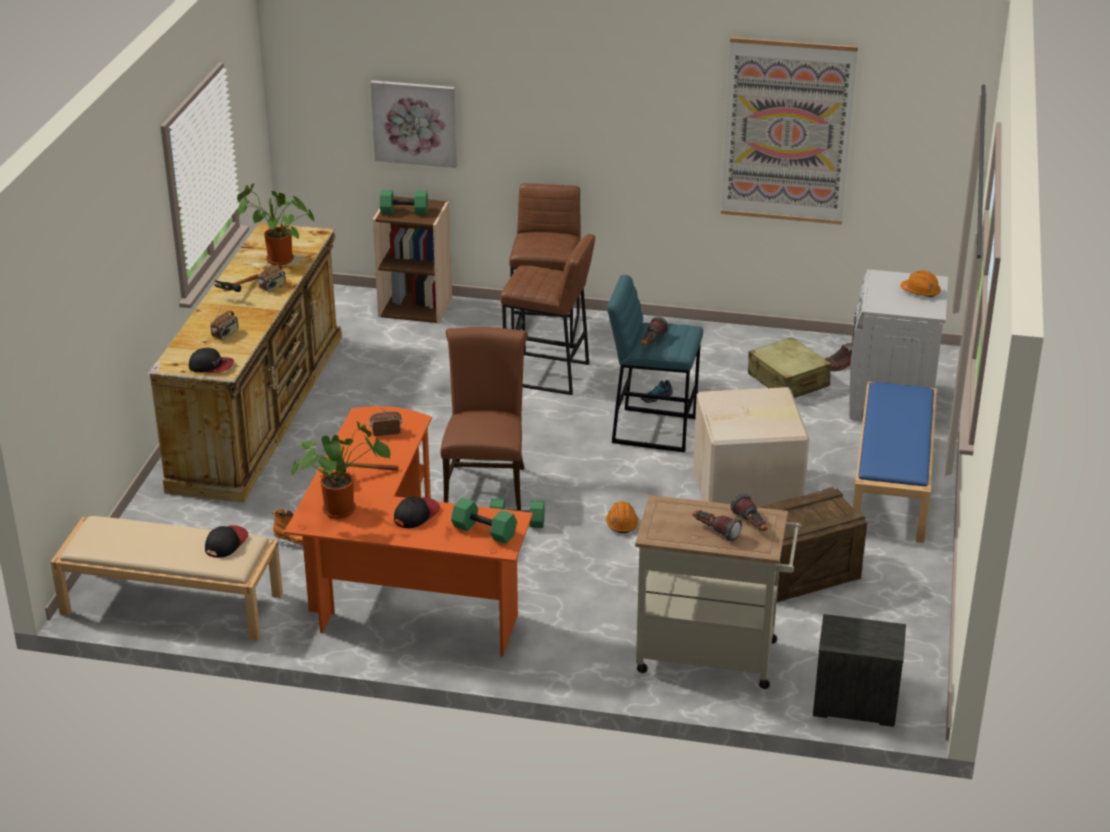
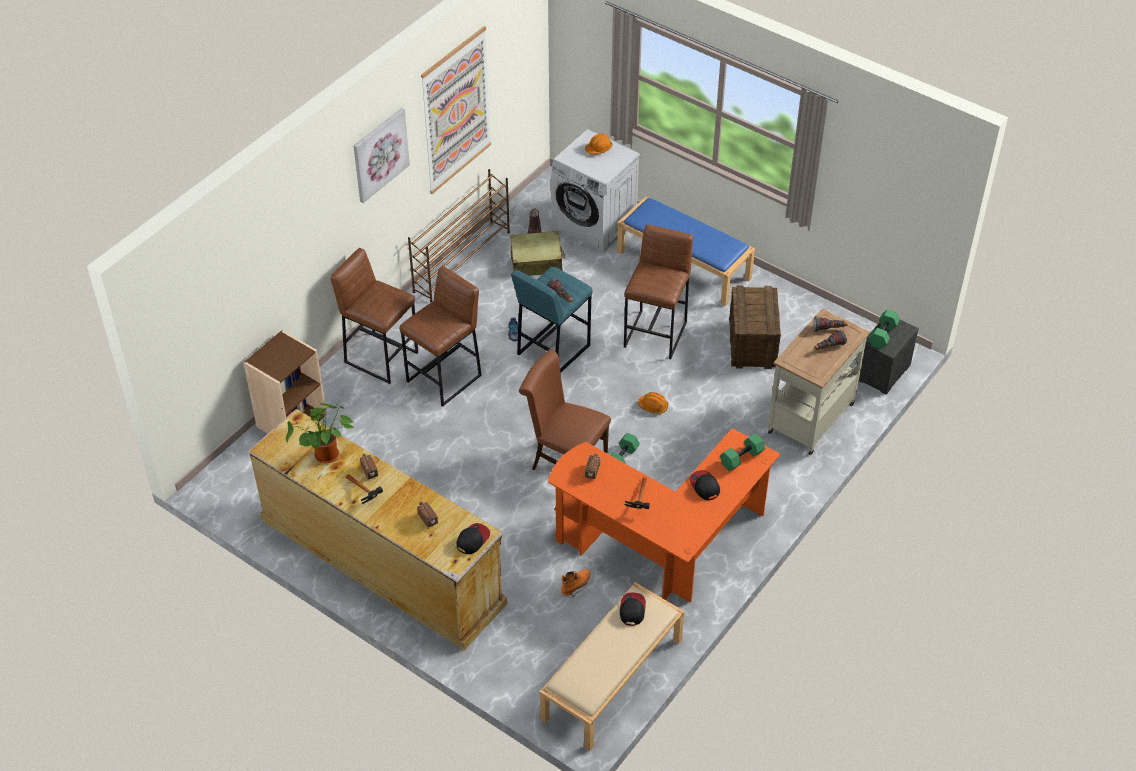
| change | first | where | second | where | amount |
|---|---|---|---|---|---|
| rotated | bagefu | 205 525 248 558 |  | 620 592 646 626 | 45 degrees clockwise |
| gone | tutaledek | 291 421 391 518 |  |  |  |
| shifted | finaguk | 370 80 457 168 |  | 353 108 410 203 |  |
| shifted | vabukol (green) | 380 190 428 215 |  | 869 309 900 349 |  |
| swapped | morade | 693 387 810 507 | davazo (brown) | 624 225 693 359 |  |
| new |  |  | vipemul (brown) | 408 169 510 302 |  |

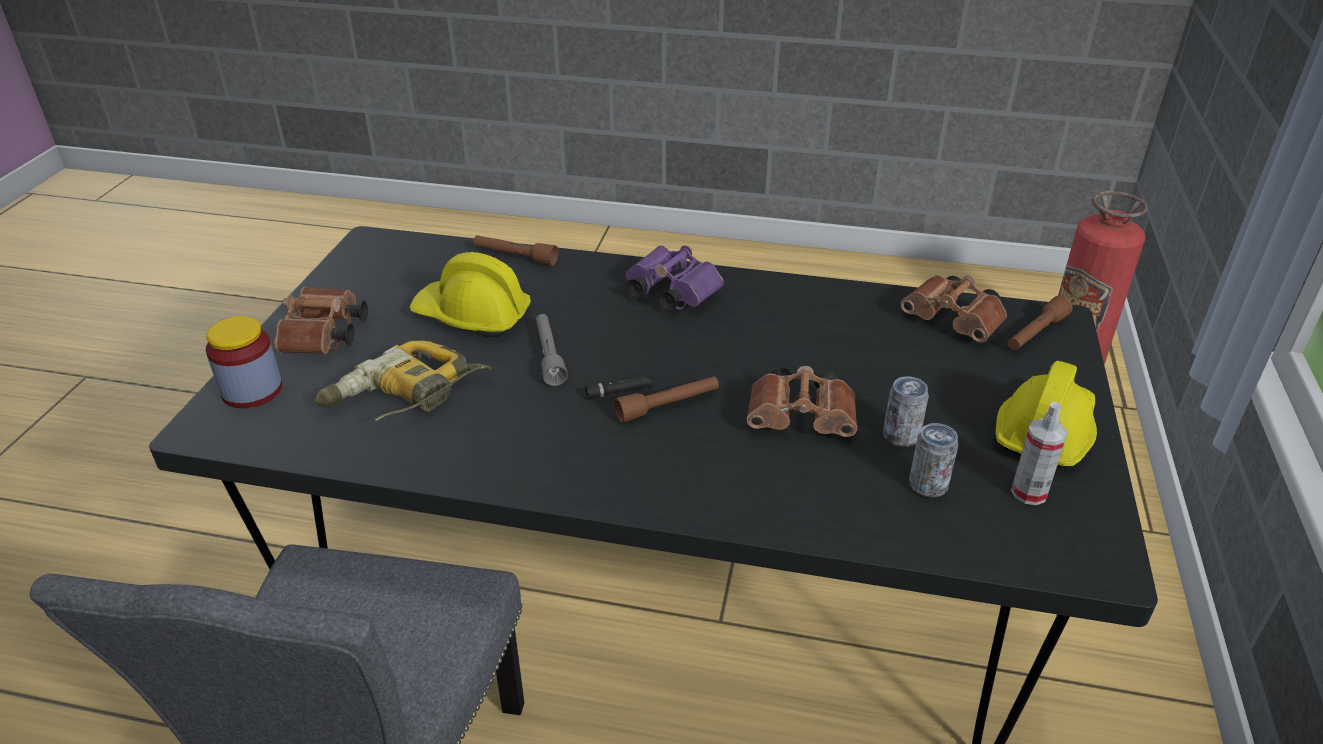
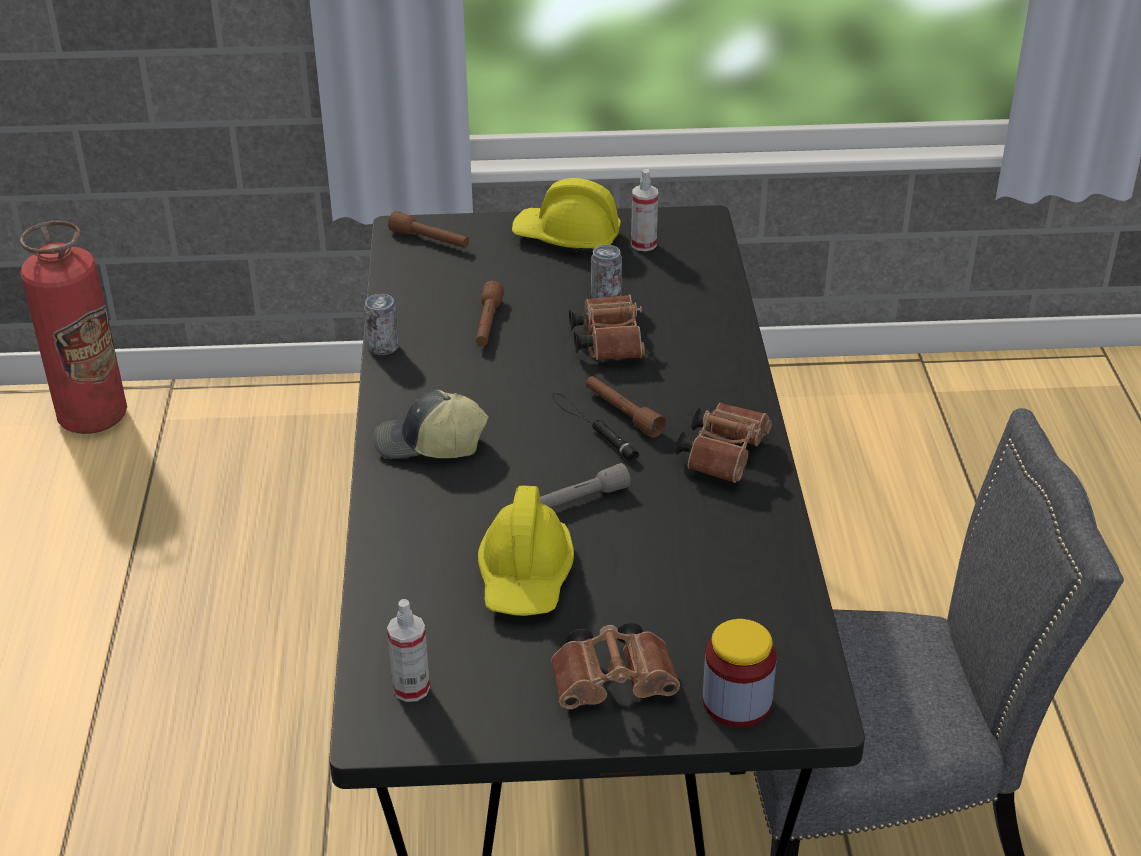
| change | first | where | second | where | amount |
|---|---|---|---|---|---|
| gone | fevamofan | 315 340 492 421 |  |  |  |
| shifted | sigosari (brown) | 474 235 558 266 |  | 476 281 504 346 |  |
| swapped | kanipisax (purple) | 626 245 724 311 | bagefu | 373 390 489 459 |  |
| shifted | kanipisax (brown) | 900 275 1007 343 |  | 675 403 772 483 |  |
| shifted | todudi | 909 423 958 497 |  | 364 294 399 355 |  |
| new |  |  | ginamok | 387 599 430 702 |  |

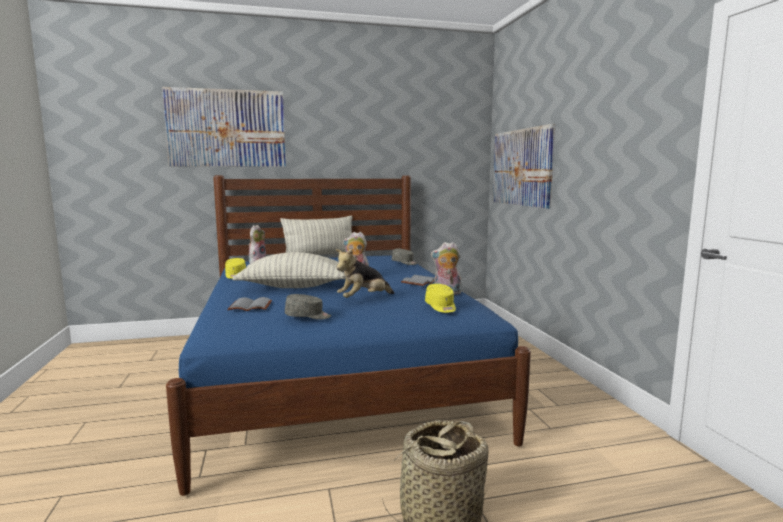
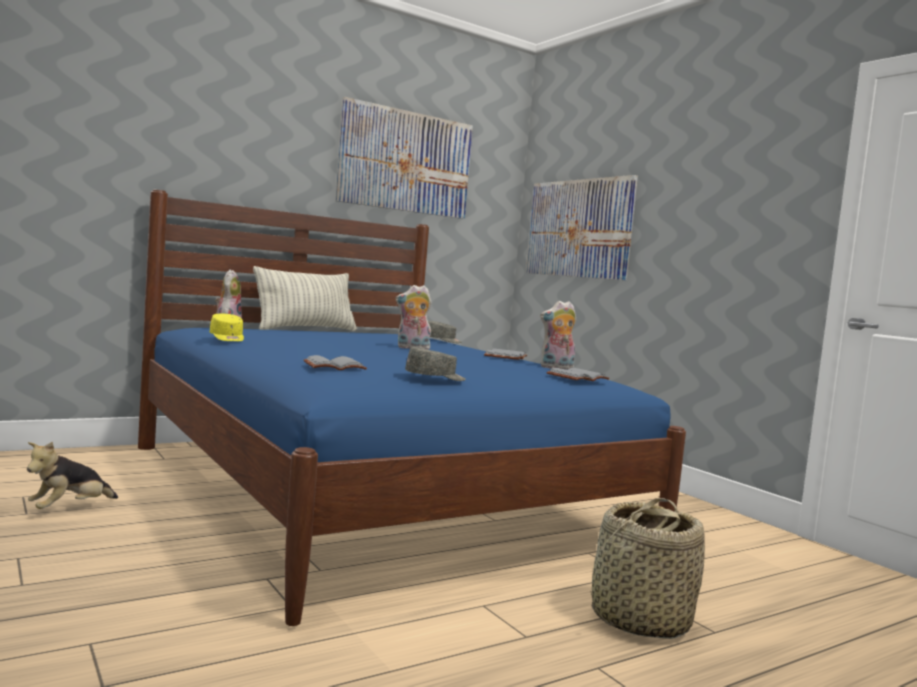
| change | first | where | second | where | amount |
|---|---|---|---|---|---|
| shifted | finaguk | 162 87 286 167 |  | 335 97 473 219 |  |
| gone | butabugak | 232 252 346 288 |  |  |  |
| shifted | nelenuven | 336 248 394 298 |  | 27 442 118 509 |  |
| swapped | bagefu (yellow) | 425 284 456 313 | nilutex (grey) | 546 368 609 381 |  |

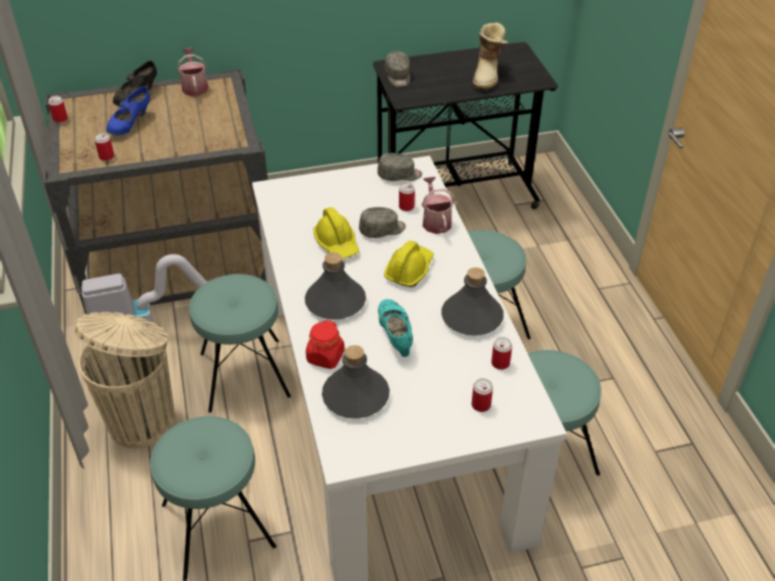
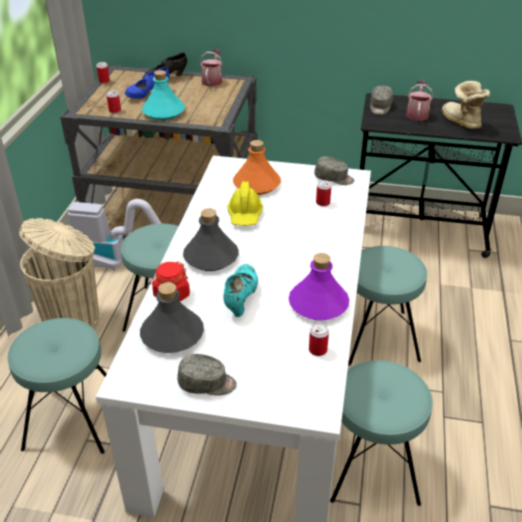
| change | first | where | second | where | amount |
|---|---|---|---|---|---|
| shifted | bagefu (grey) | 359 207 406 238 |  | 177 354 237 396 |  |
| gone | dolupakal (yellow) | 384 241 434 287 |  |  |  |
| shifted | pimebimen | 422 177 455 234 |  | 406 80 433 121 |  |
| repainted | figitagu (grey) | 441 267 504 336 | figitagu (purple) | 289 253 349 320 |  |
| gone | todudi | 472 378 493 412 |  |  |  |
| rotated | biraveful | 473 22 508 91 |  | 442 81 490 129 | 120 degrees clockwise |
| new |  |  | figitagu (turquoise) | 142 70 185 120 |  |
| new |  |  | figitagu (orange) | 233 140 281 195 |  |

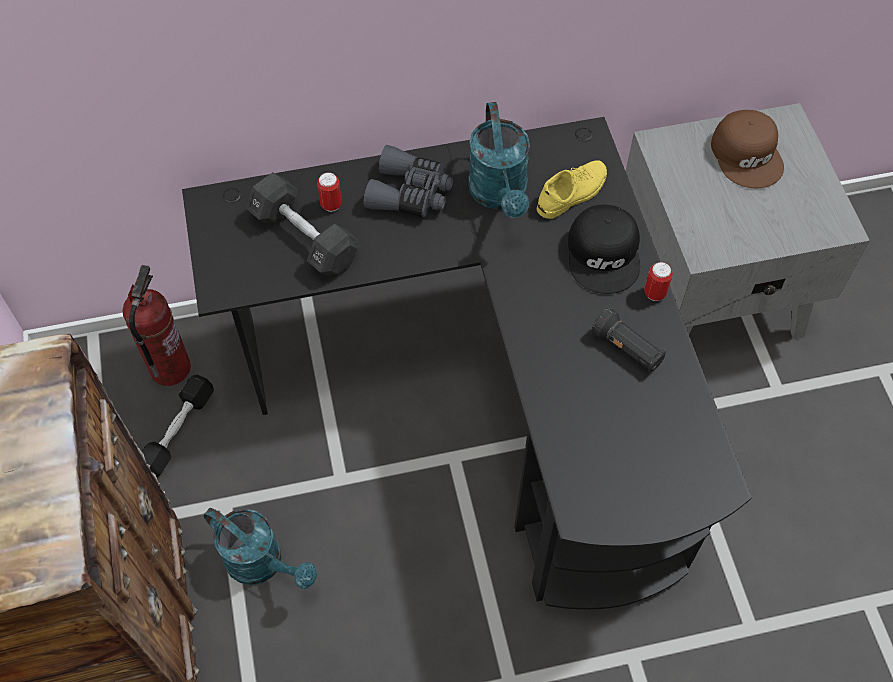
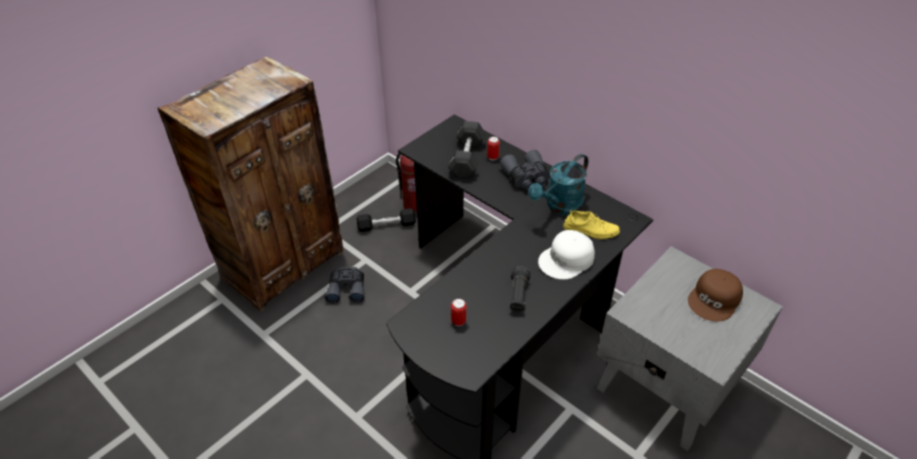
| change | first | where | second | where | amount |
|---|---|---|---|---|---|
| swapped | pimebimen (turquoise) | 203 508 317 589 | kanipisax (grey) | 325 267 365 303 |  |
| repainted | bagefu (black) | 568 204 640 294 | bagefu (white) | 538 230 595 279 |  |
| shifted | todudi | 644 262 673 301 |  | 451 298 466 326 |  |

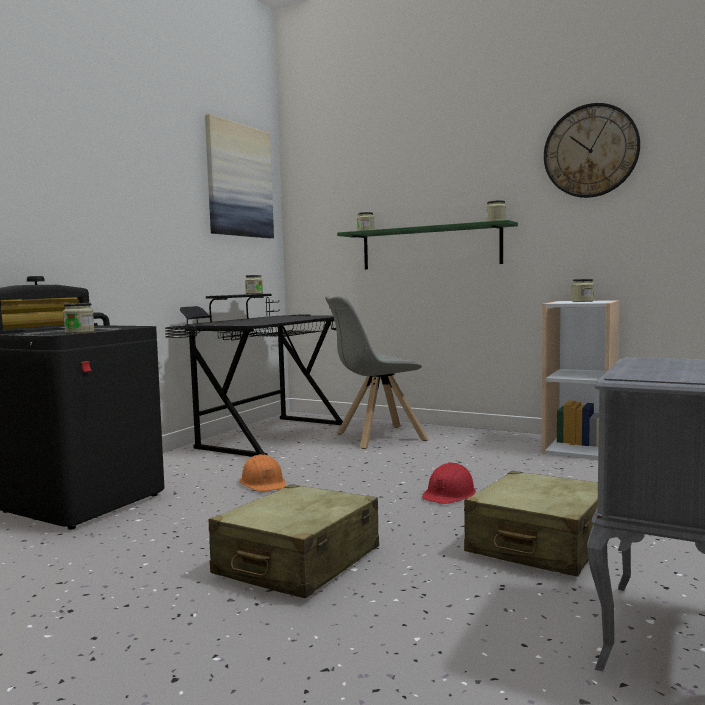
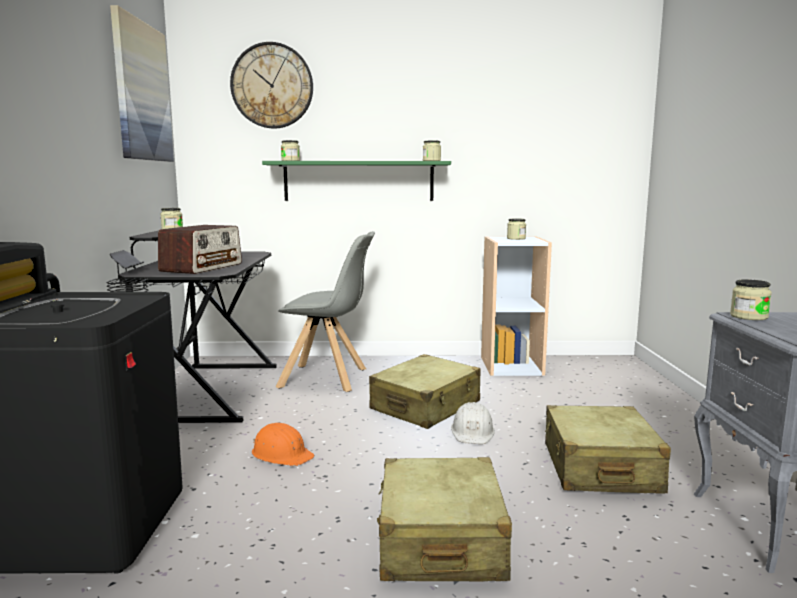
| change | first | where | second | where | amount |
|---|---|---|---|---|---|
| shifted | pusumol | 63 303 95 334 |  | 730 279 772 320 |  |
| rotated | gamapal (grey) | 325 296 428 449 |  | 276 231 375 392 | 120 degrees counterclockwise |
| repainted | dolupakal (red) | 422 462 476 504 | dolupakal (white) | 451 402 495 444 |  |
| shifted | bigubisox | 544 103 640 198 |  | 230 42 313 129 |  |
| new |  |  | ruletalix | 158 225 242 274 |  |
| new |  |  | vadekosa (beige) | 369 354 481 429 |  |

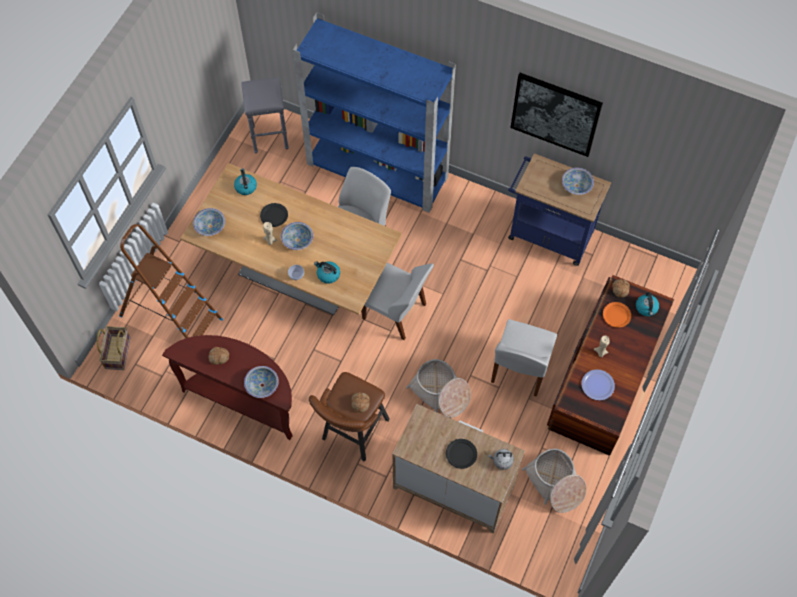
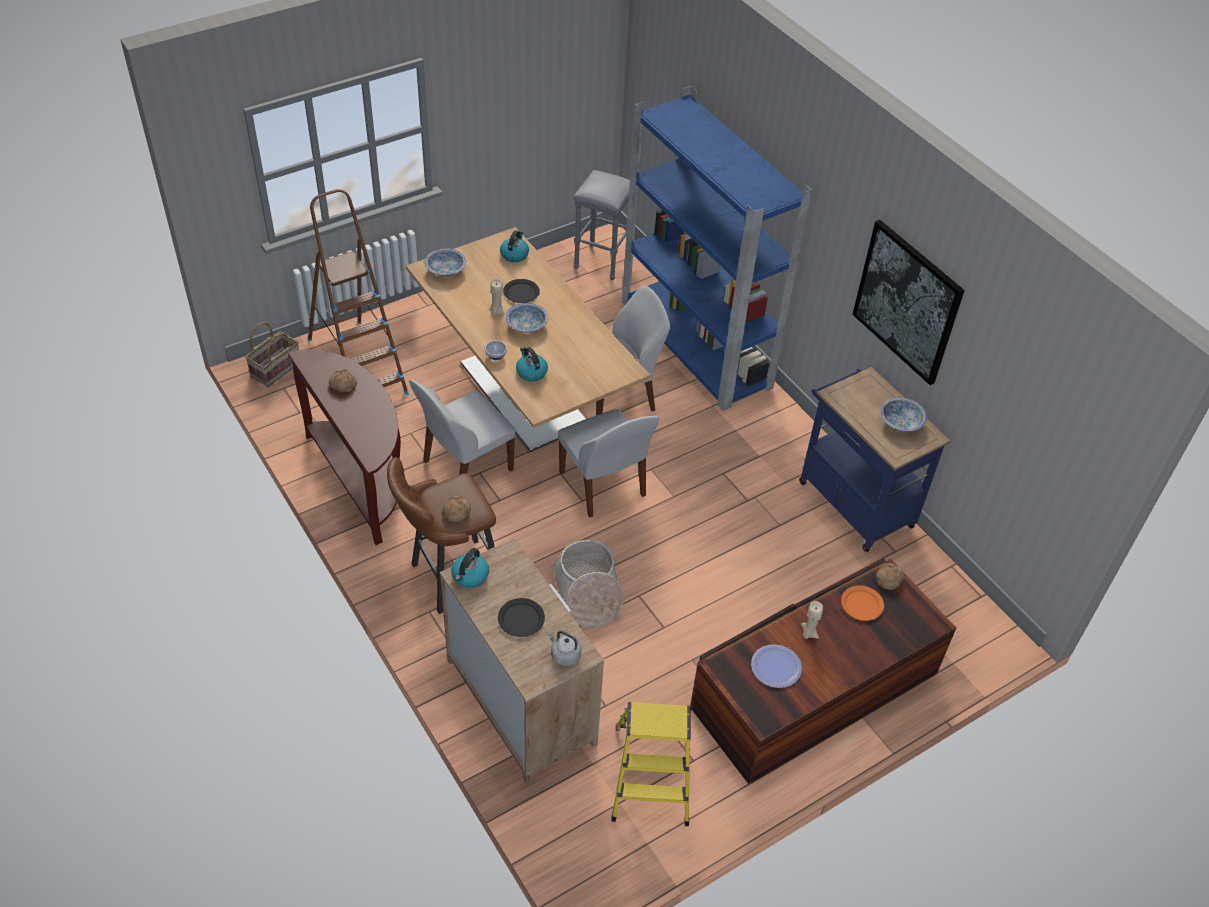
| change | first | where | second | where | amount |
|---|---|---|---|---|---|
| gone | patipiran | 244 366 279 398 |  |  |  |
| shifted | gamapal (white) | 491 319 557 397 |  | 409 380 515 475 |  |
| swapped | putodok | 522 449 587 513 | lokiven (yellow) | 611 702 691 826 |  |
| shifted | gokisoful | 636 292 659 316 |  | 451 548 489 588 |  |

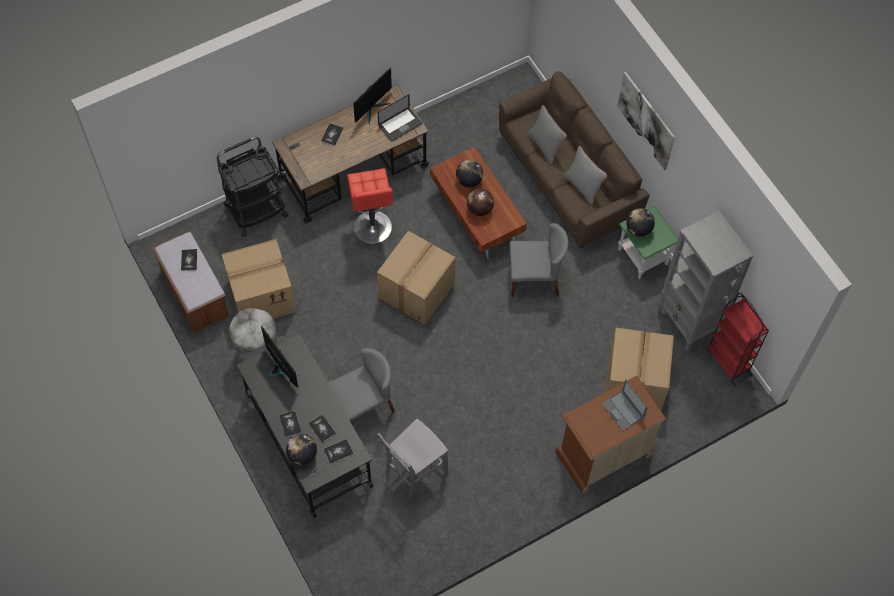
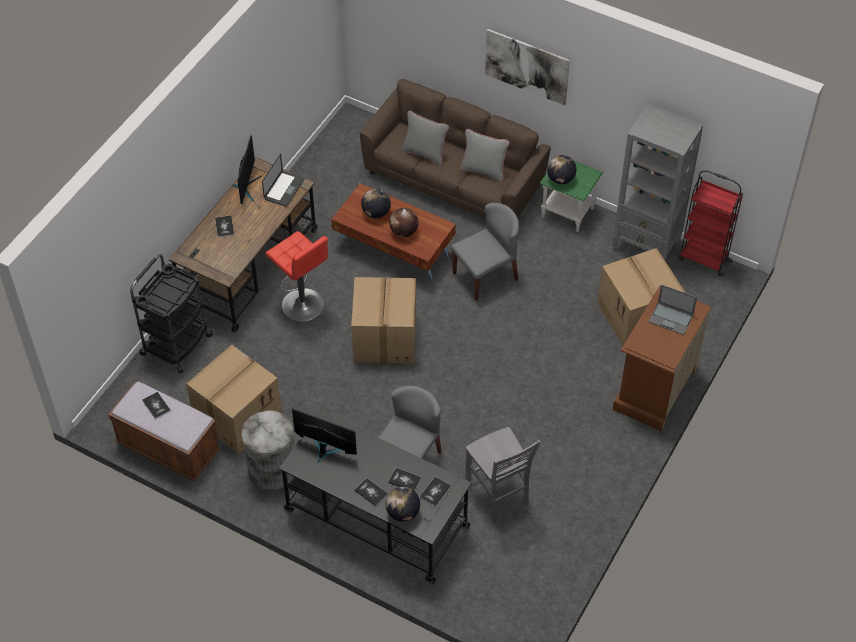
| change | first | where | second | where | amount |
|---|---|---|---|---|---|
| rotated | gamapal (grey) | 378 419 448 500 |  | 466 427 541 521 | 45 degrees counterclockwise |

